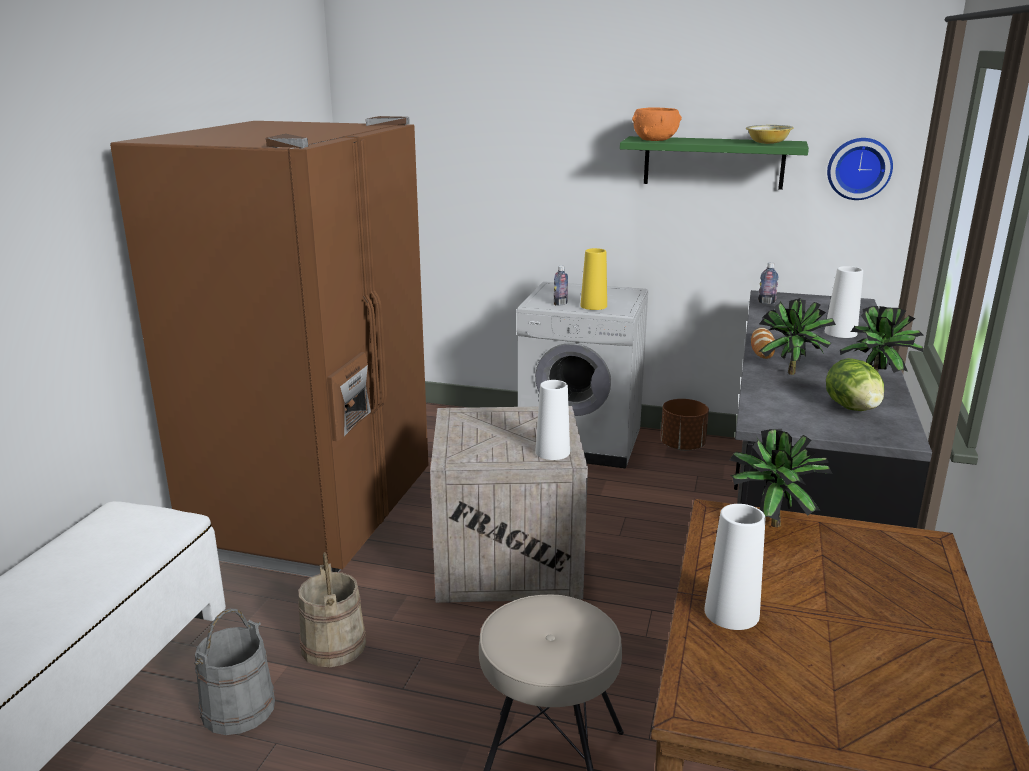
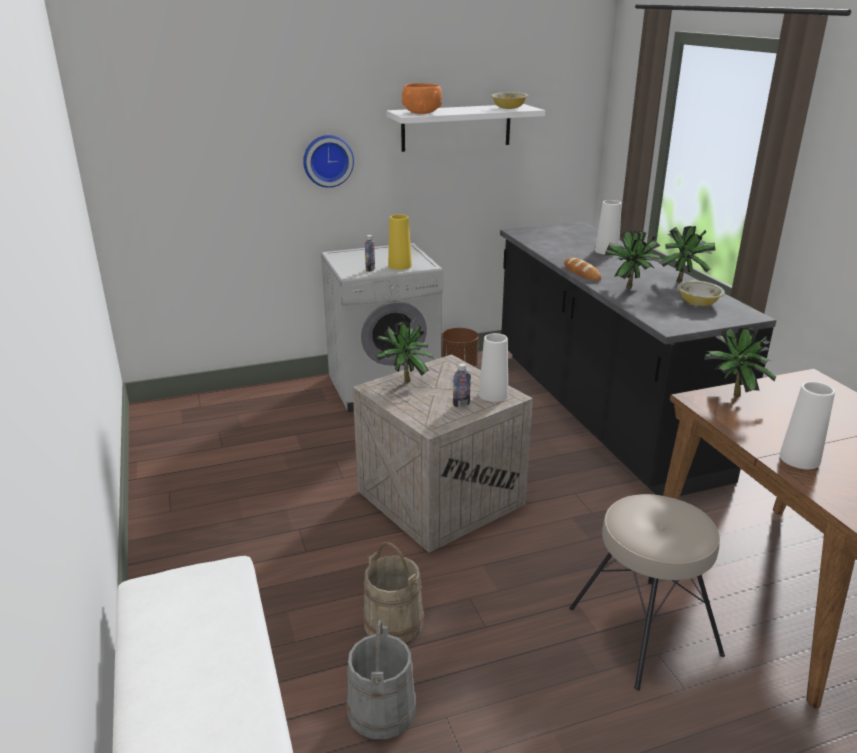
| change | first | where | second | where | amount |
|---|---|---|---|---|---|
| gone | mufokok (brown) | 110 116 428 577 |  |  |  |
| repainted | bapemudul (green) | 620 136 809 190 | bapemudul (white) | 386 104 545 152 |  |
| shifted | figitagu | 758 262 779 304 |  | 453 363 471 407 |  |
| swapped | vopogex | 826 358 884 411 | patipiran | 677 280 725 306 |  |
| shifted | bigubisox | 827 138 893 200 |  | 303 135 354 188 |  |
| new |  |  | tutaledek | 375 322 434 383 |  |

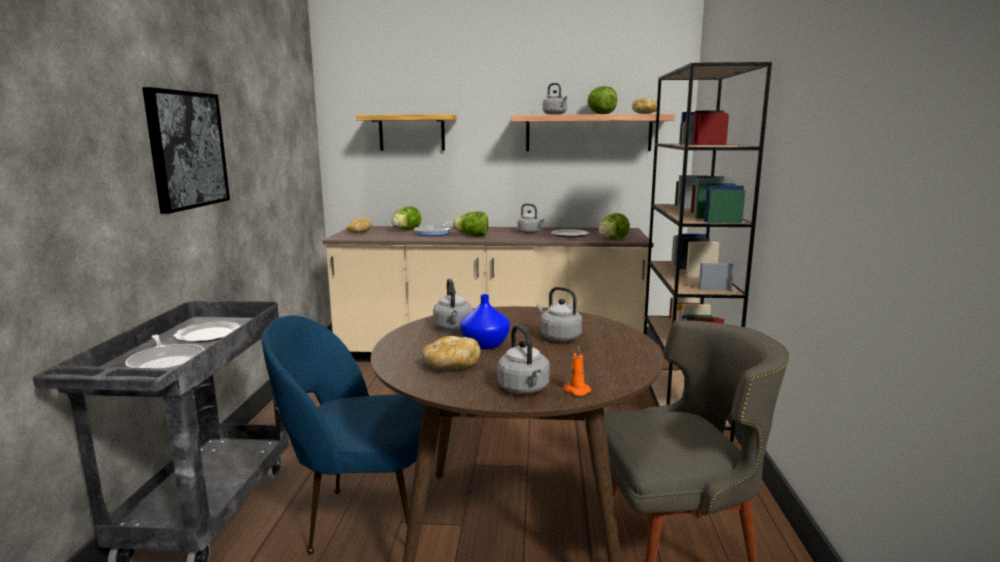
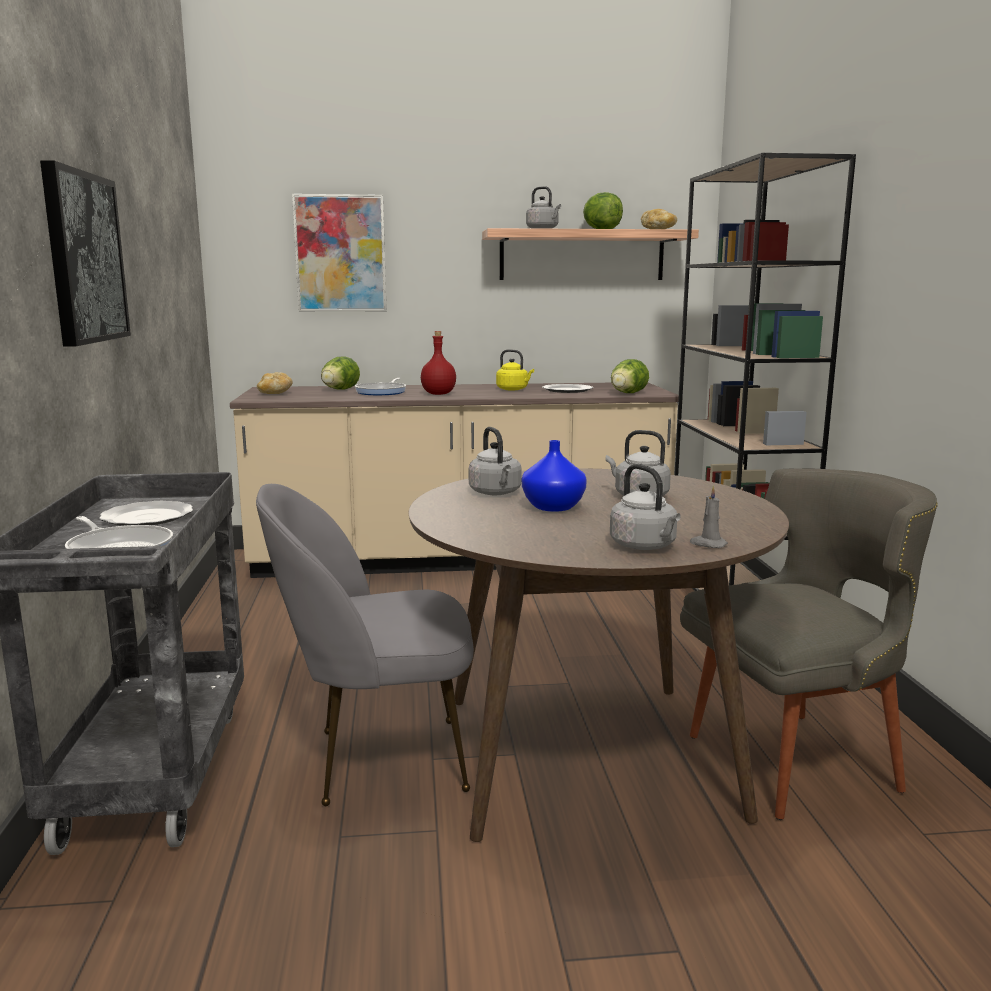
| change | first | where | second | where | amount |
|---|---|---|---|---|---|
| repainted | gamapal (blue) | 261 316 424 554 | gamapal (grey) | 256 484 474 806 |  |
| swapped | bapemudul | 356 114 457 150 | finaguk | 292 194 387 312 |  |
| gone | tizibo | 422 336 481 370 |  |  |  |
| swapped | vopogex | 453 211 488 236 | figitagu (red) | 421 331 456 395 |  |
| repainted | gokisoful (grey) | 518 204 545 234 | gokisoful (yellow) | 496 349 534 390 |  |
| repainted | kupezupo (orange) | 563 345 591 396 | kupezupo (grey) | 690 485 728 548 |  |

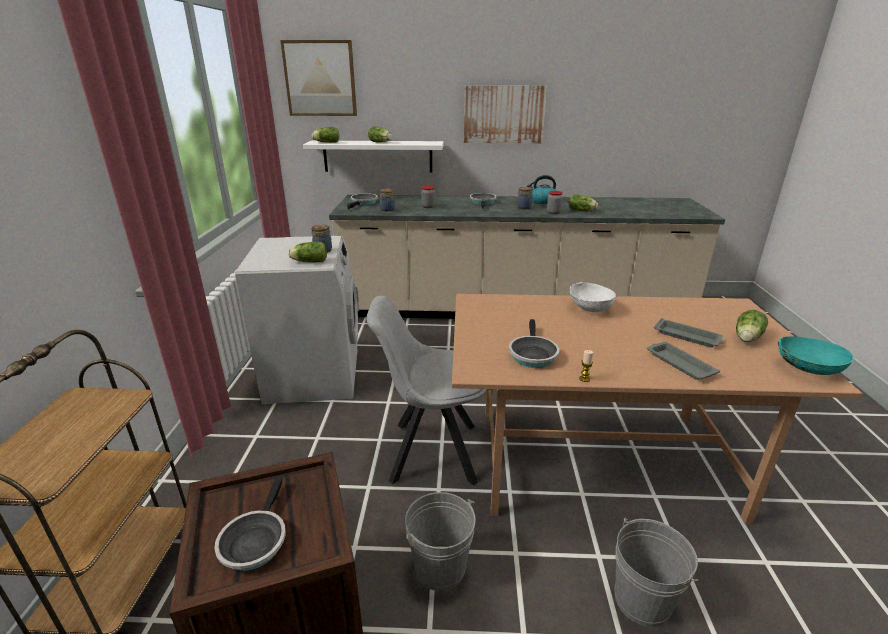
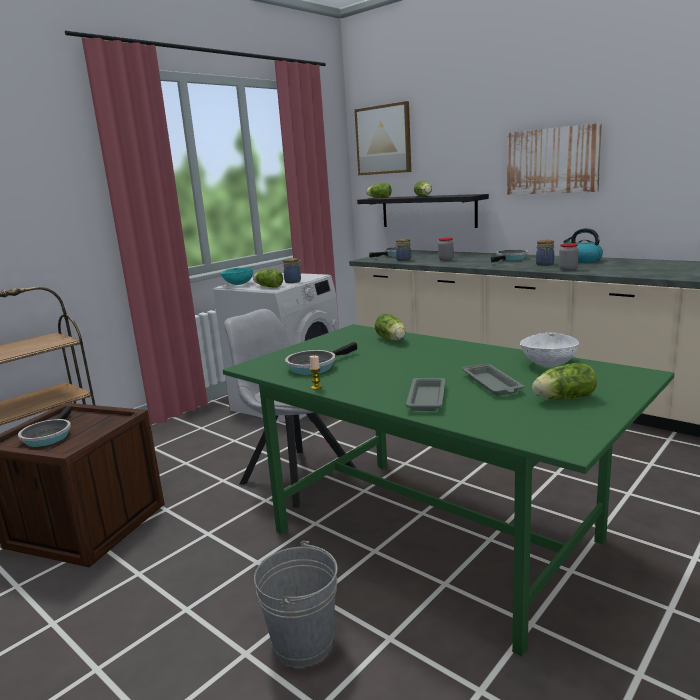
| change | first | where | second | where | amount |
|---|---|---|---|---|---|
| rotated | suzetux | 214 476 286 571 |  | 18 406 71 447 | 45 degrees counterclockwise |
| repainted | bapemudul (white) | 303 140 444 173 | bapemudul (black) | 357 194 489 228 |  |
| gone | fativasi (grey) | 405 492 476 591 |  |  |  |
| repainted | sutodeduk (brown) | 452 294 863 524 | sutodeduk (green) | 223 324 675 656 |  |
| shifted | vopogex | 569 194 598 211 |  | 375 313 406 341 |  |
| shifted | patipiran (white) | 569 282 616 312 |  | 519 333 579 367 |  |
| shifted | patipiran (turquoise) | 777 336 853 375 |  | 220 268 253 285 |  |

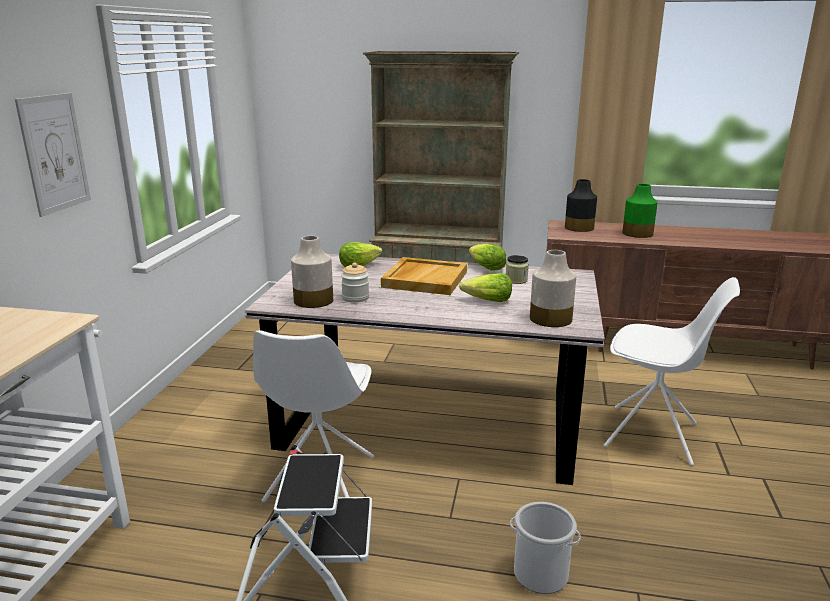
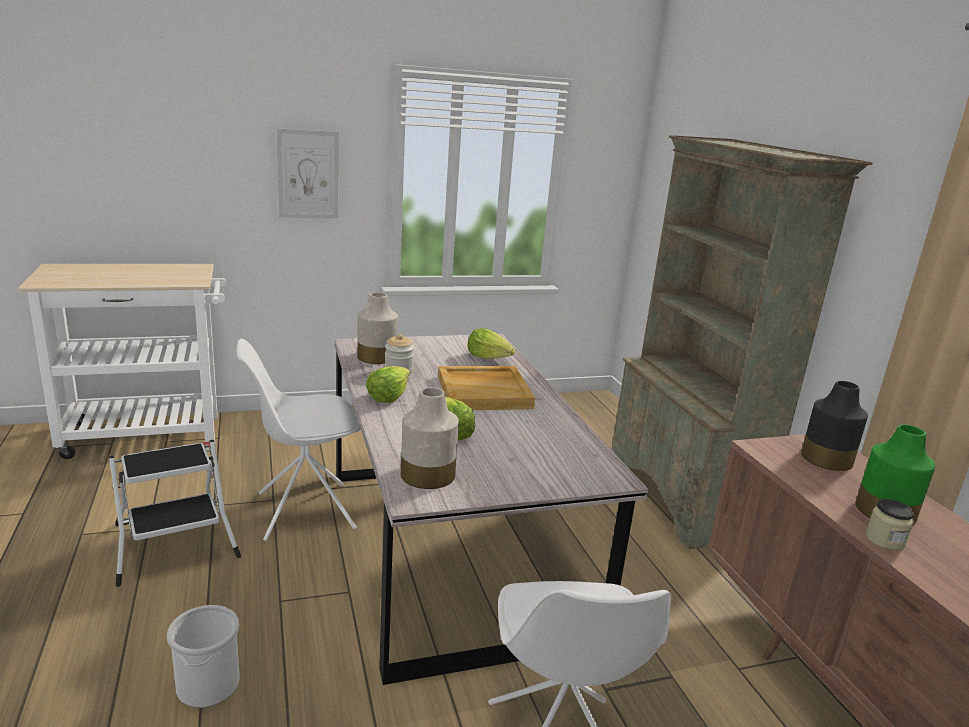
| change | first | where | second | where | amount |
|---|---|---|---|---|---|
| shifted | vopogex | 469 244 506 270 |  | 366 366 410 403 |  |
| shifted | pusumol | 506 255 529 284 |  | 866 499 914 550 |  |

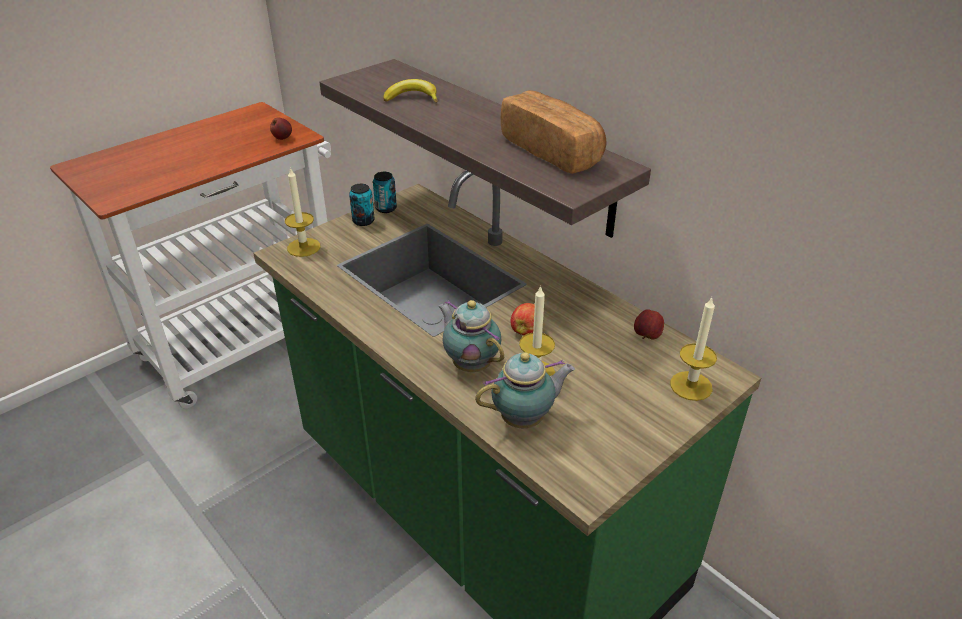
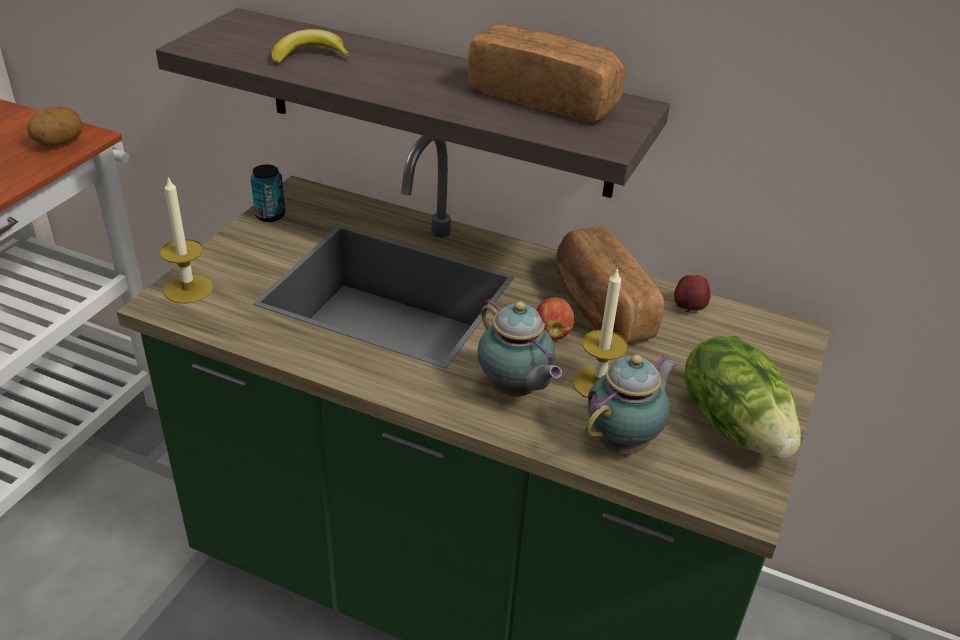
| change | first | where | second | where | amount |
|---|---|---|---|---|---|
| swapped | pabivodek | 270 118 292 140 | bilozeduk | 27 107 83 147 |  |
| gone | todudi | 349 184 374 226 |  |  |  |
| rotated | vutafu | 438 300 504 372 |  | 477 298 562 396 | 150 degrees counterclockwise |
| gone | kupezupo | 670 297 717 401 |  |  |  |
| new |  |  | tizibo | 556 226 664 343 |  |
| new |  |  | vopogex | 684 336 801 459 |  |

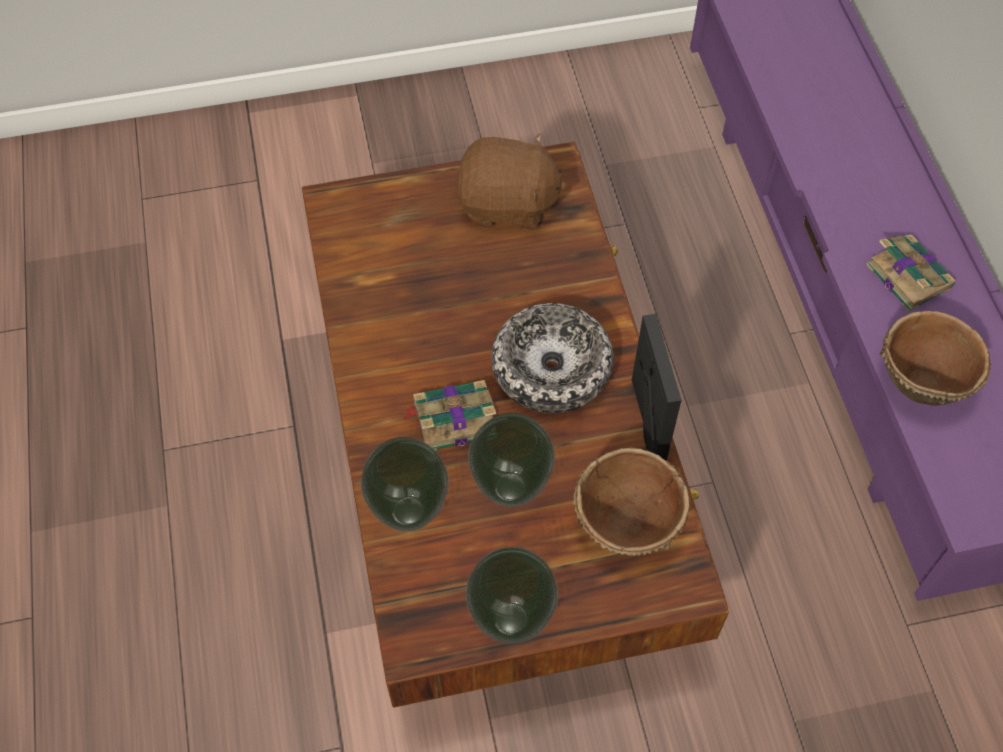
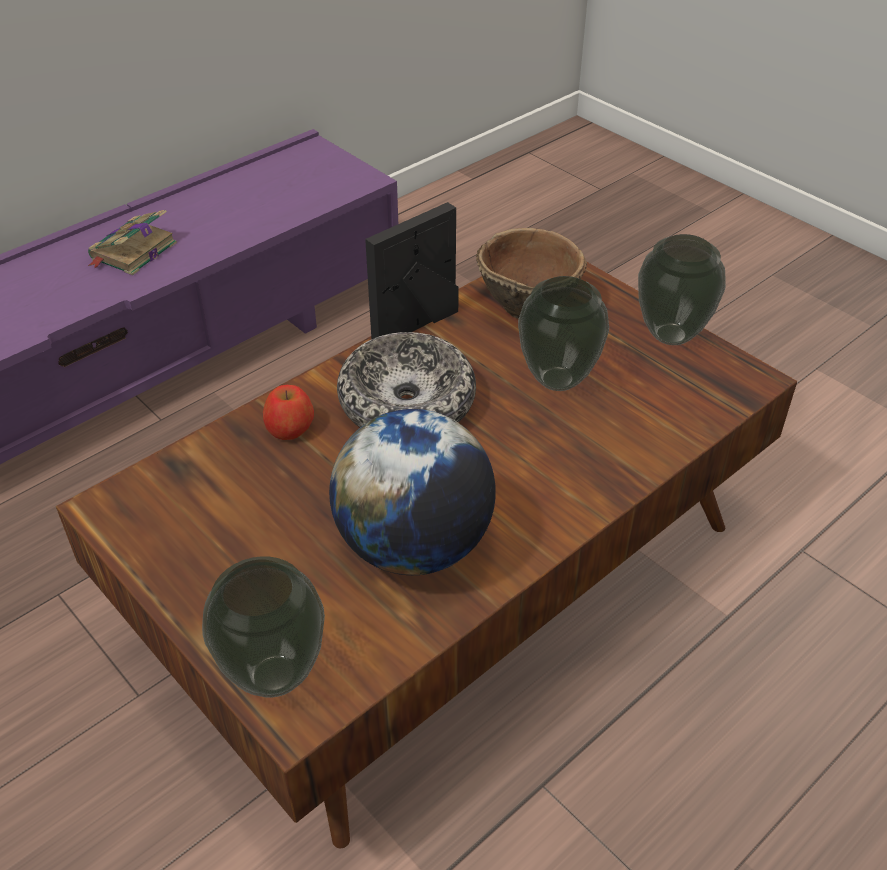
| change | first | where | second | where | amount |
|---|---|---|---|---|---|
| shifted | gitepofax | 361 437 449 531 |  | 202 556 325 698 |  |
| gone | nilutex | 402 380 496 451 |  |  |  |
| gone | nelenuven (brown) | 455 133 567 230 |  |  |  |
| gone | patipiran (brown) | 880 311 991 406 |  |  |  |
| new |  |  | pabivodek | 263 385 314 440 |  |
| new |  |  | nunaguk | 329 409 496 575 |  |

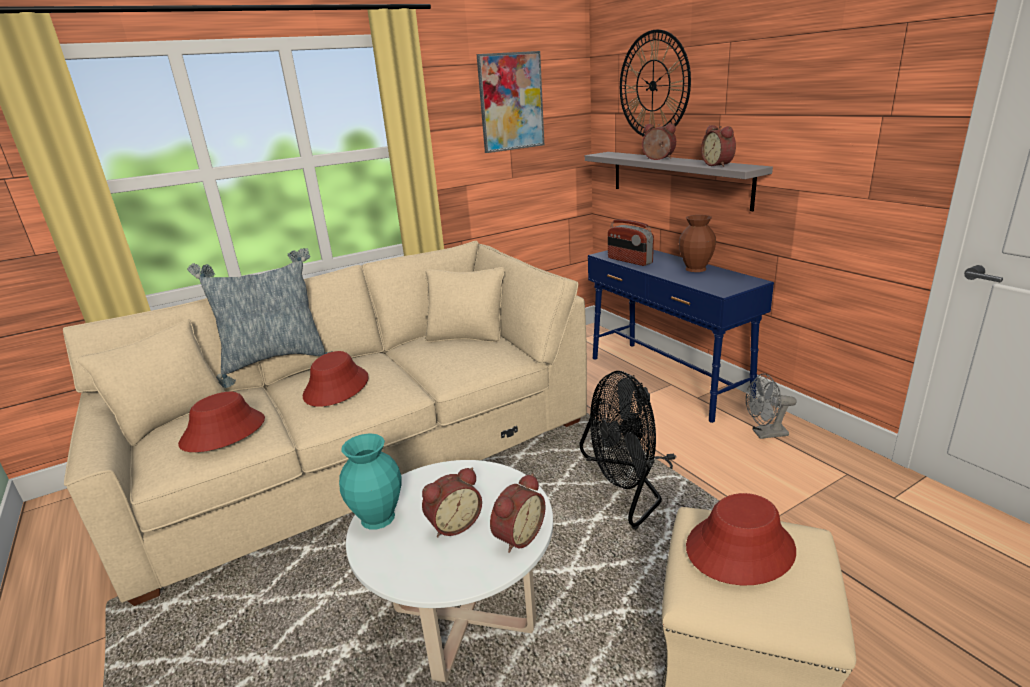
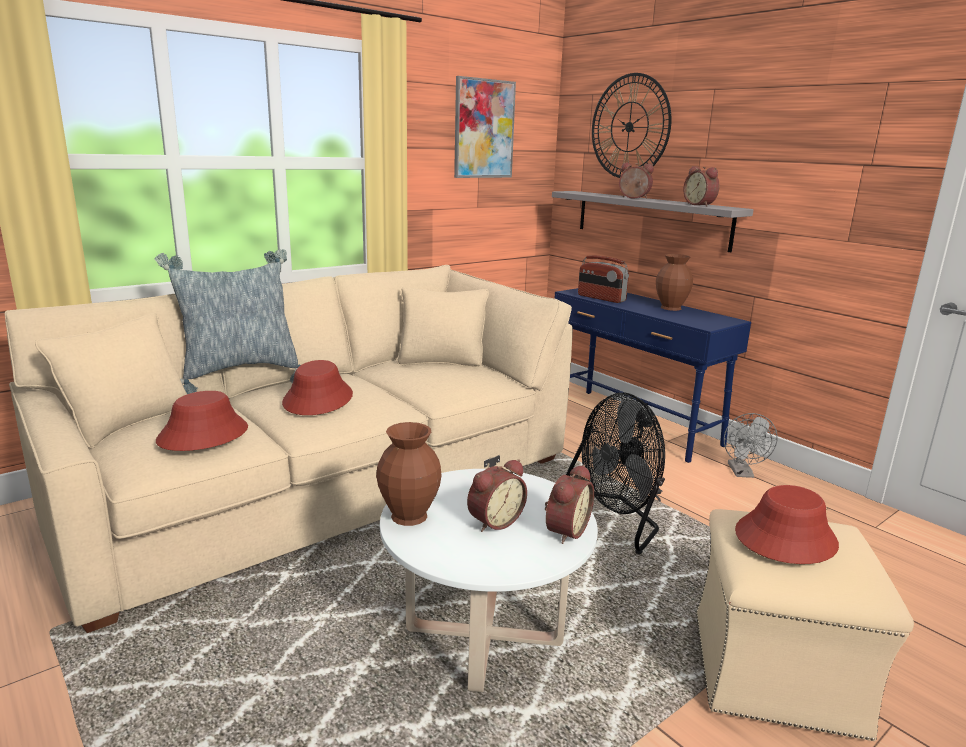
| change | first | where | second | where | amount |
|---|---|---|---|---|---|
| repainted | gitepofax (turquoise) | 339 433 402 530 | gitepofax (brown) | 376 422 442 526 |  |
| rotated | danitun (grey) | 746 373 797 439 |  | 724 413 777 478 | 75 degrees counterclockwise |

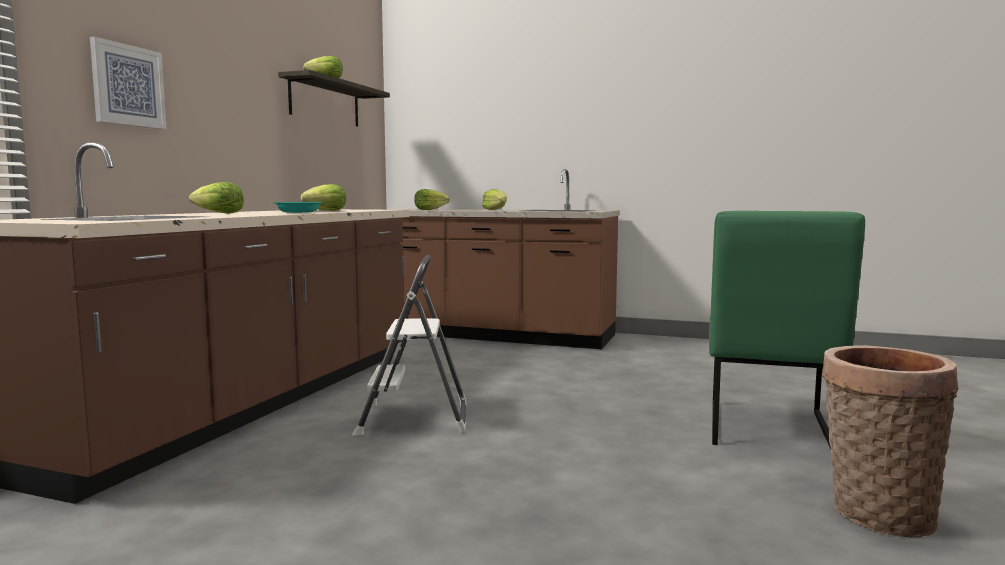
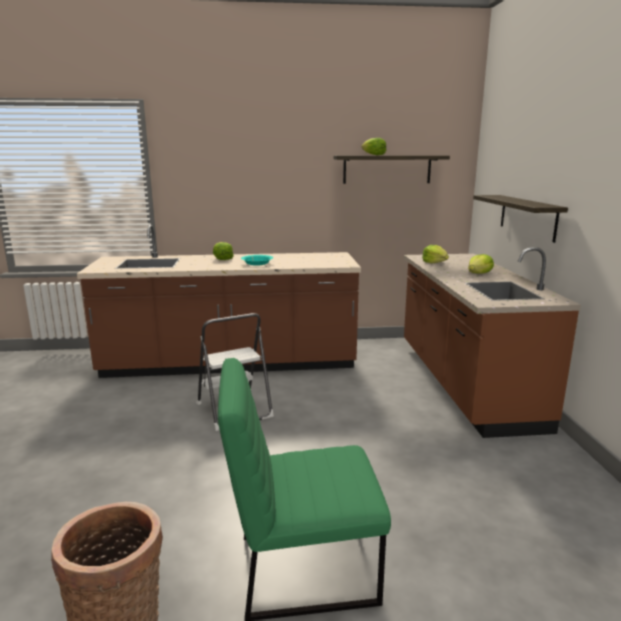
| change | first | where | second | where | amount |
|---|---|---|---|---|---|
| gone | finaguk | 90 37 166 129 |  |  |  |
| gone | vopogex | 301 184 346 211 |  |  |  |
| new |  |  | bapemudul | 473 195 568 243 |  |

